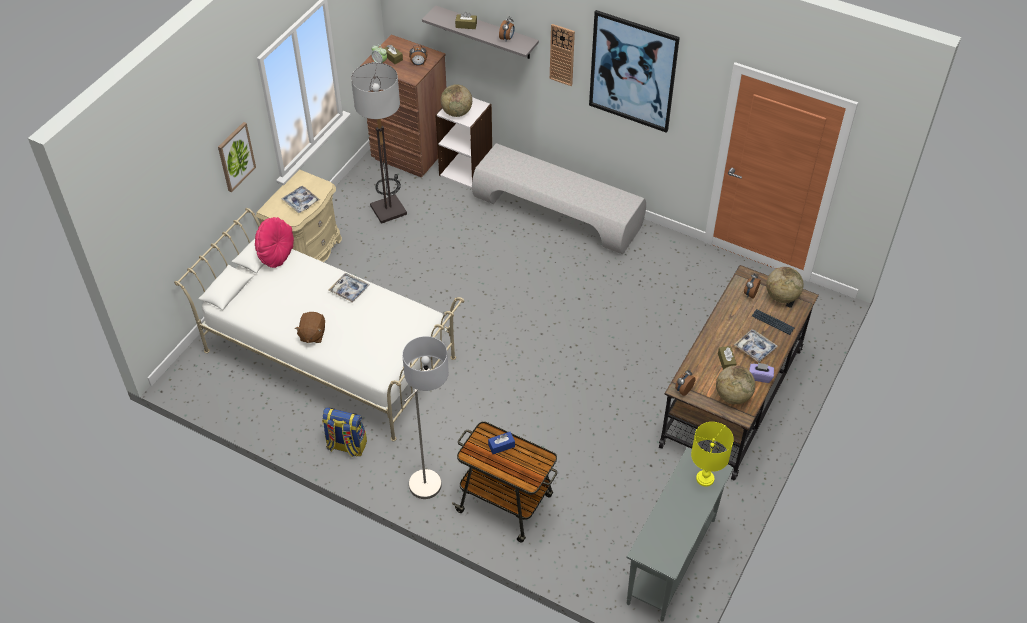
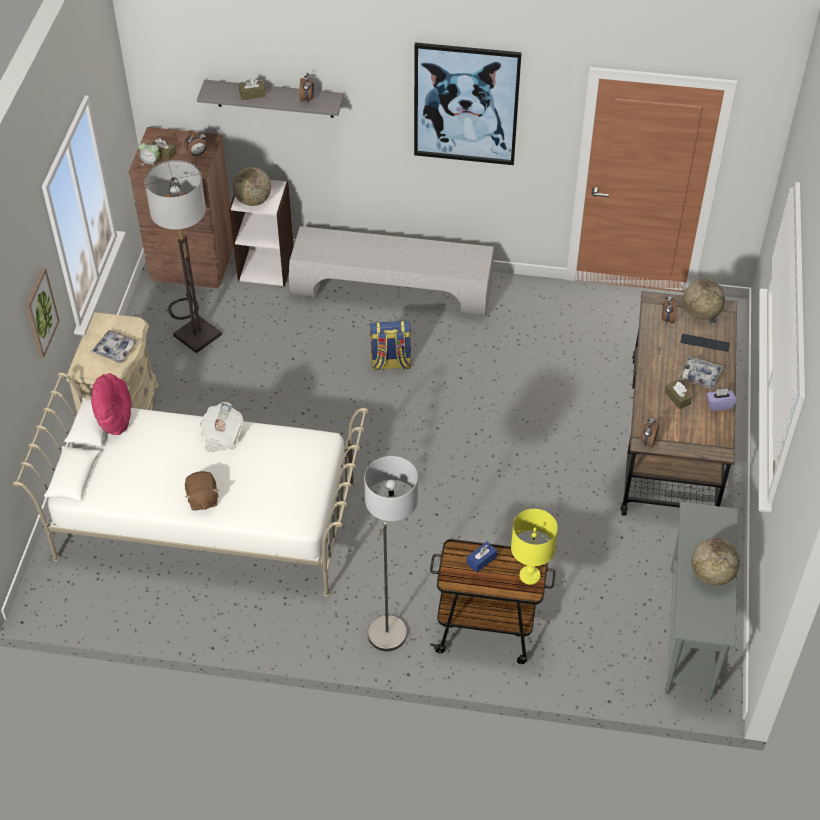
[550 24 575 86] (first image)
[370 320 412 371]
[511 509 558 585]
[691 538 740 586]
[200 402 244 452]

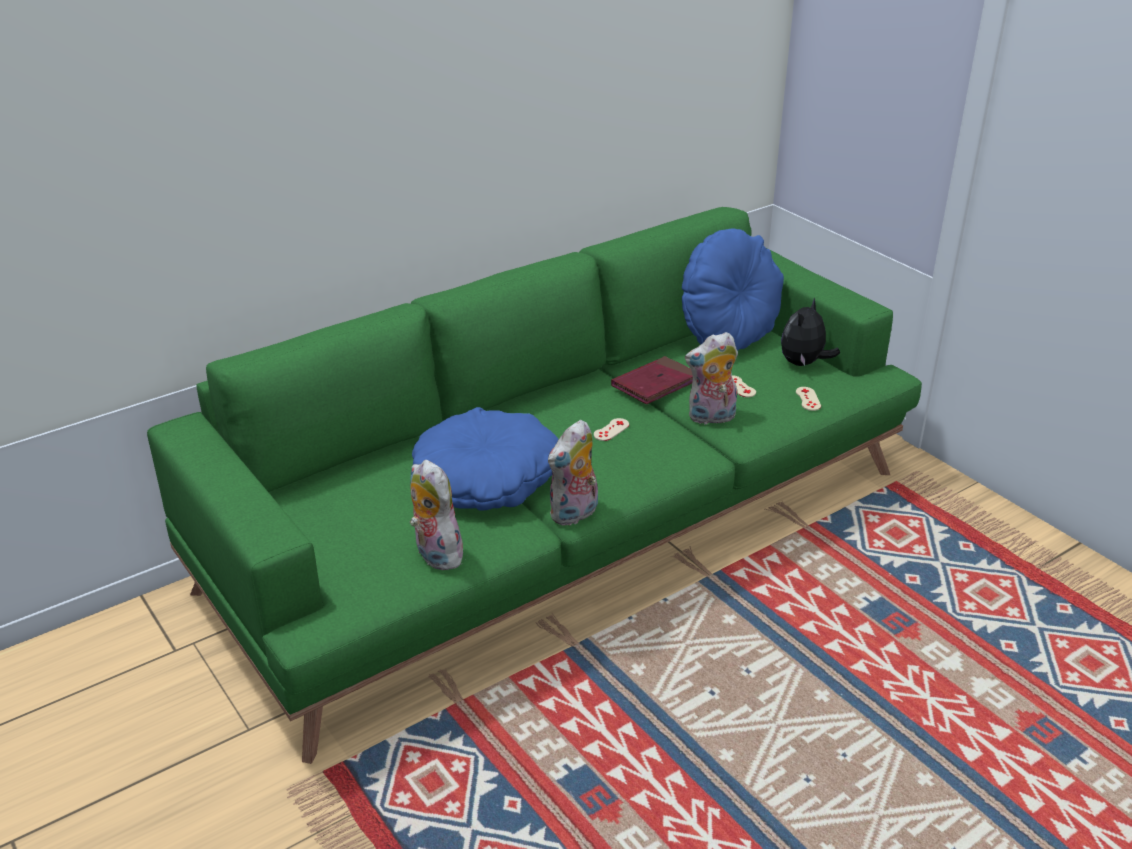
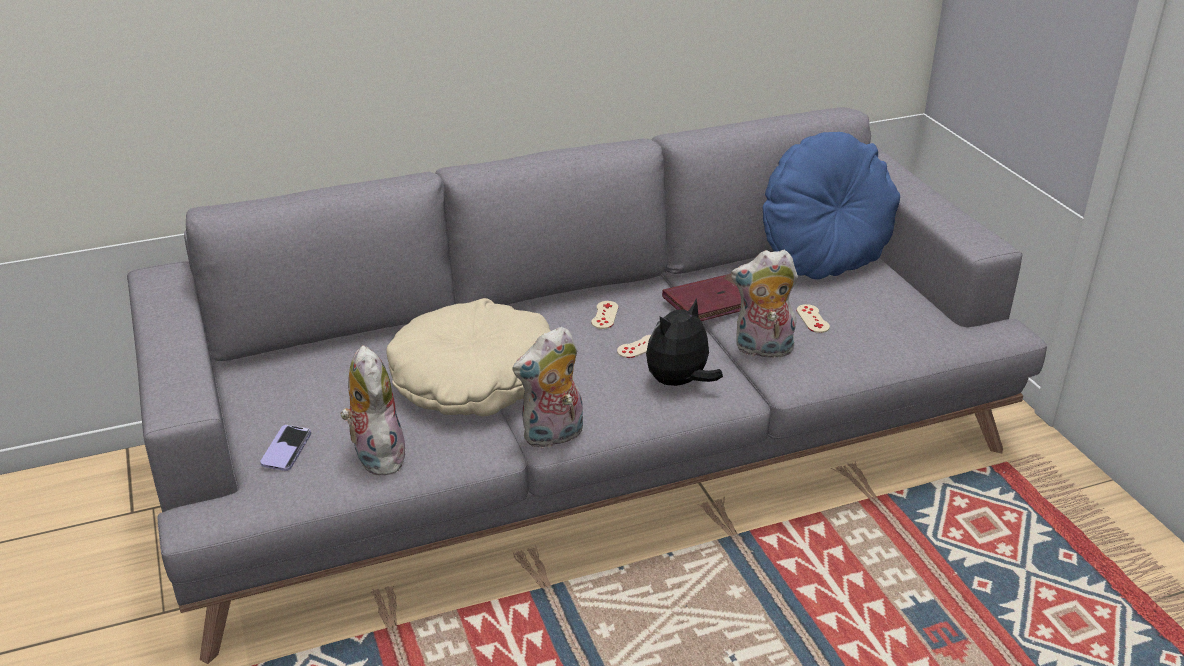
[260 425 311 471]
[646 298 723 386]
[591 301 618 329]
[127 107 1047 664]
[386 298 550 416]

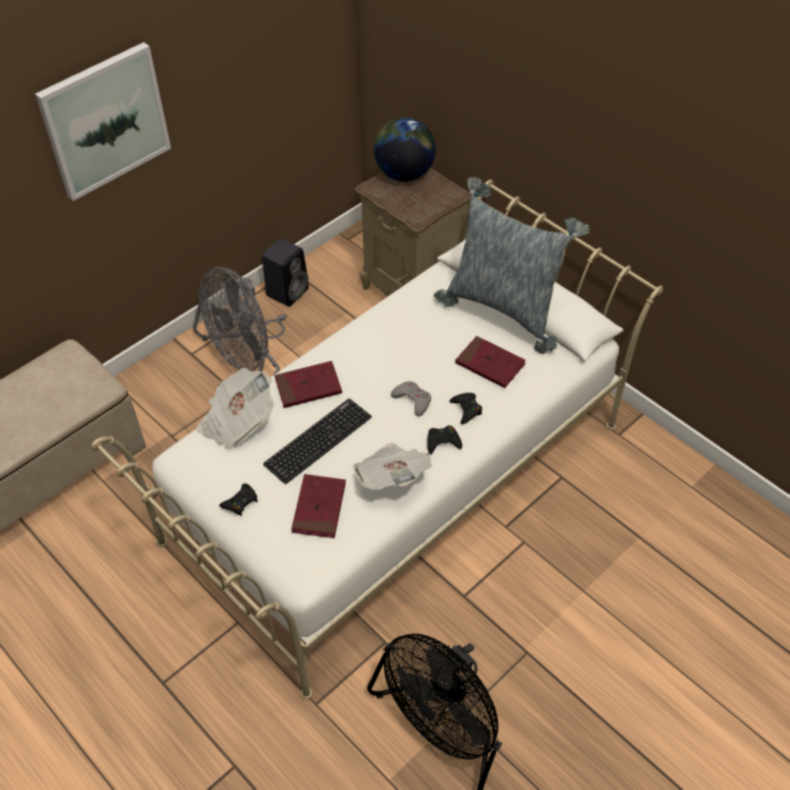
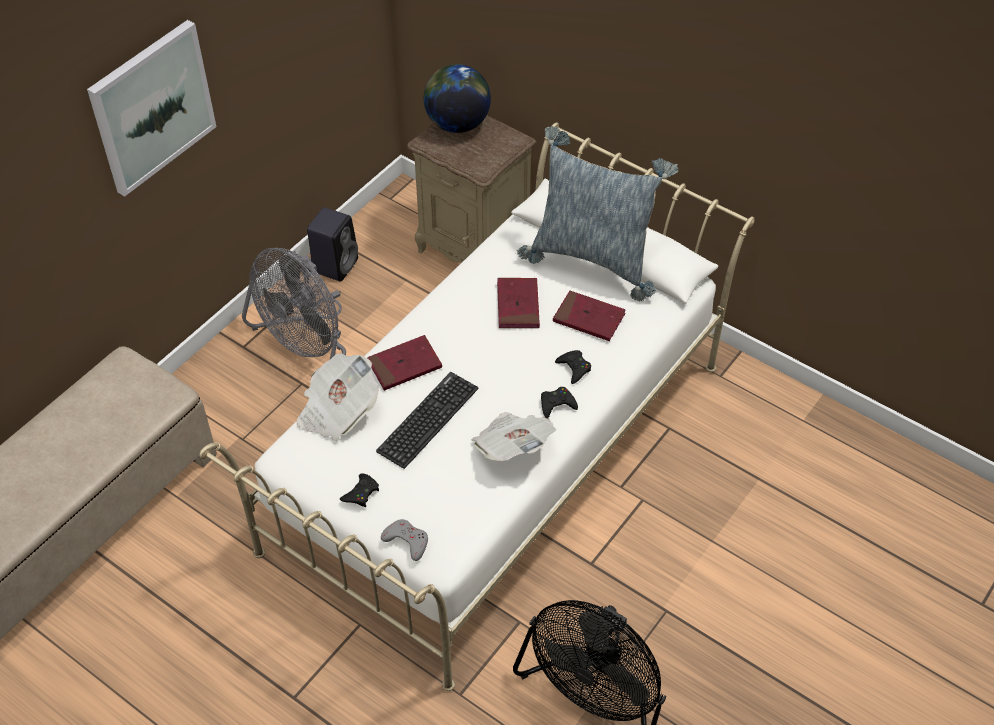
[497 278 540 328]
[381 519 428 561]

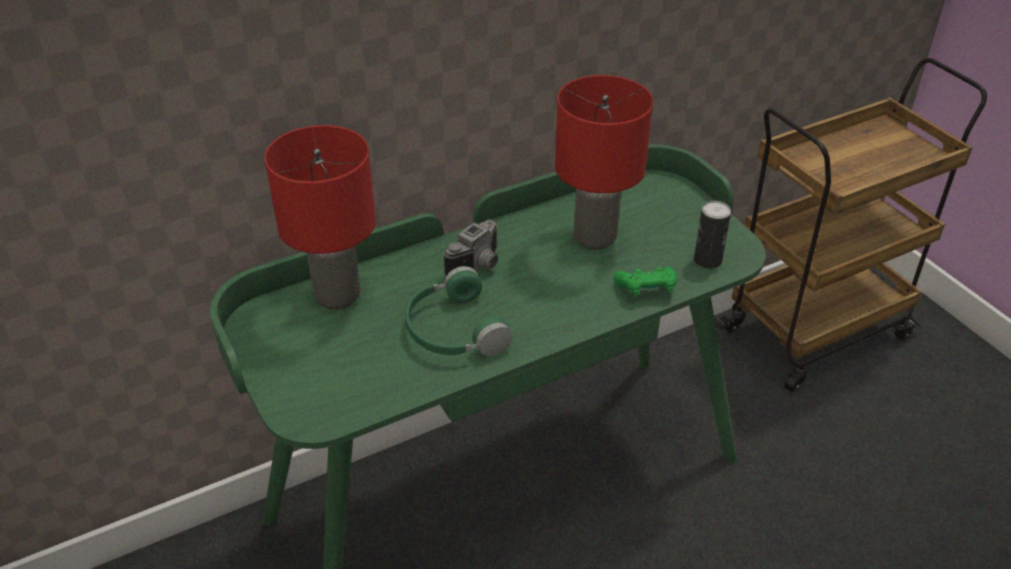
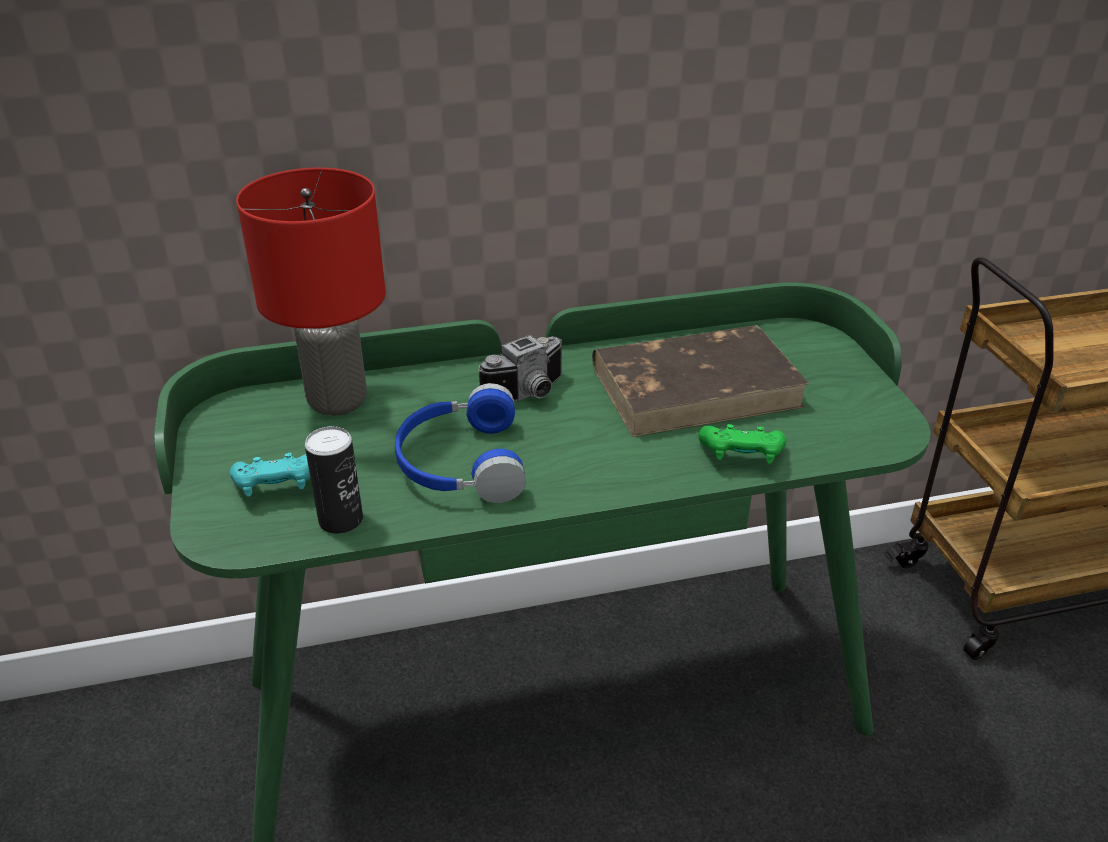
[230 453 310 497]
[305 426 363 534]
[592 325 809 437]
[395 383 526 503]

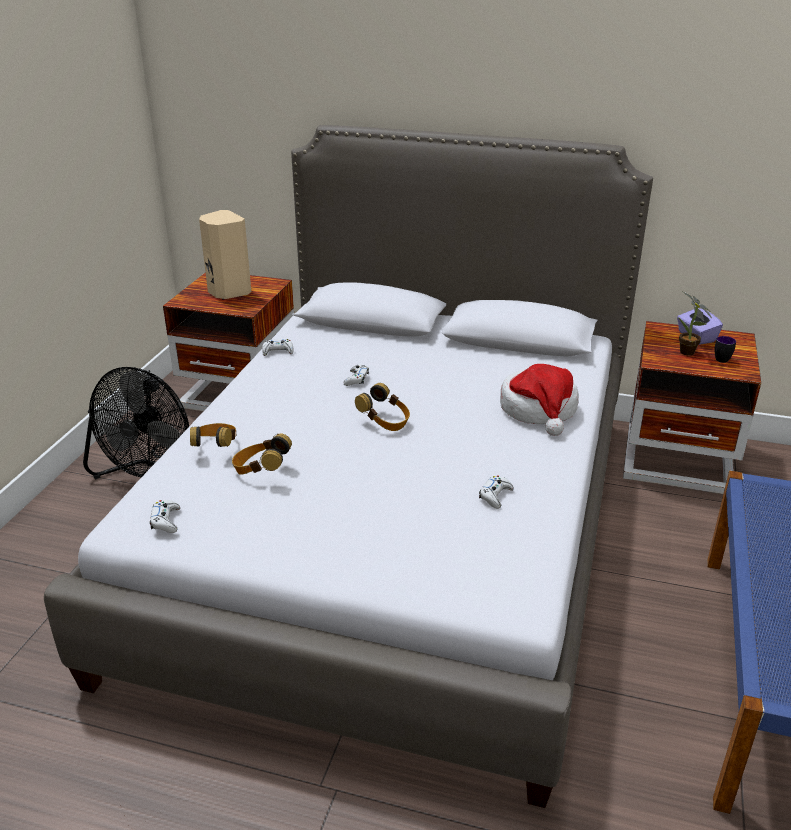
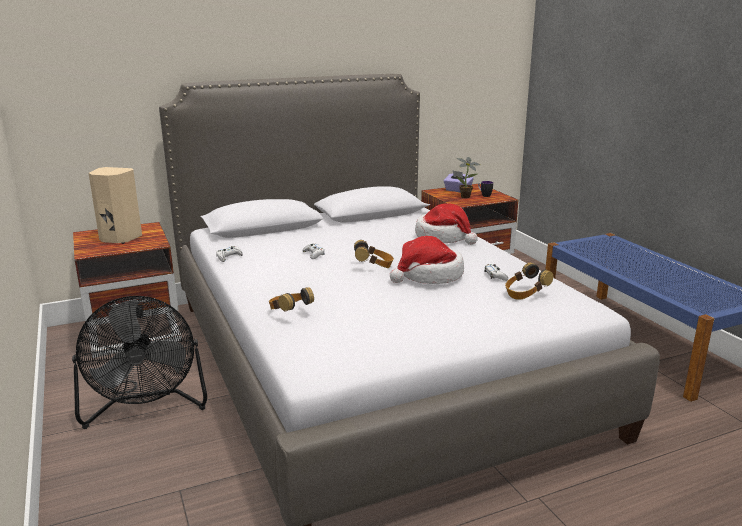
[150 500 181 533] (first image)
[390 236 464 284]
[505 262 553 300]

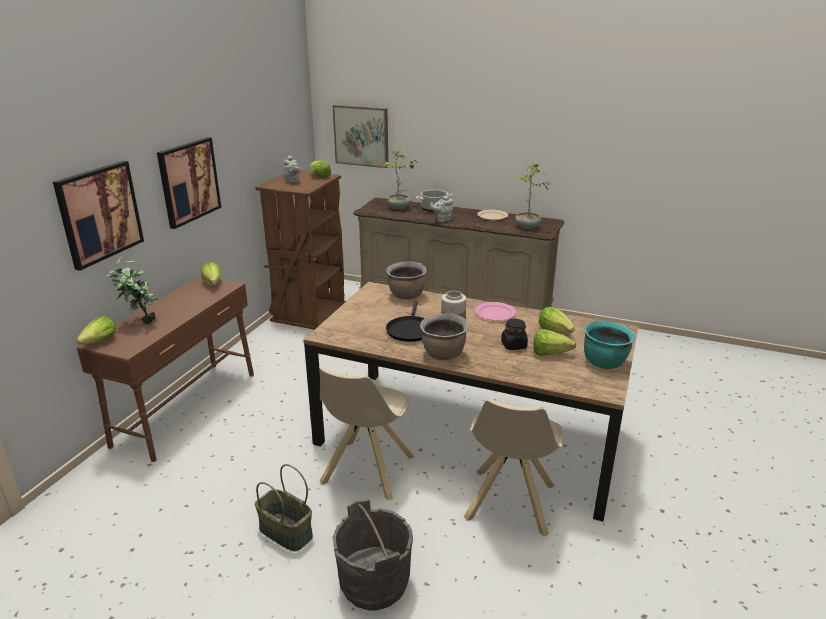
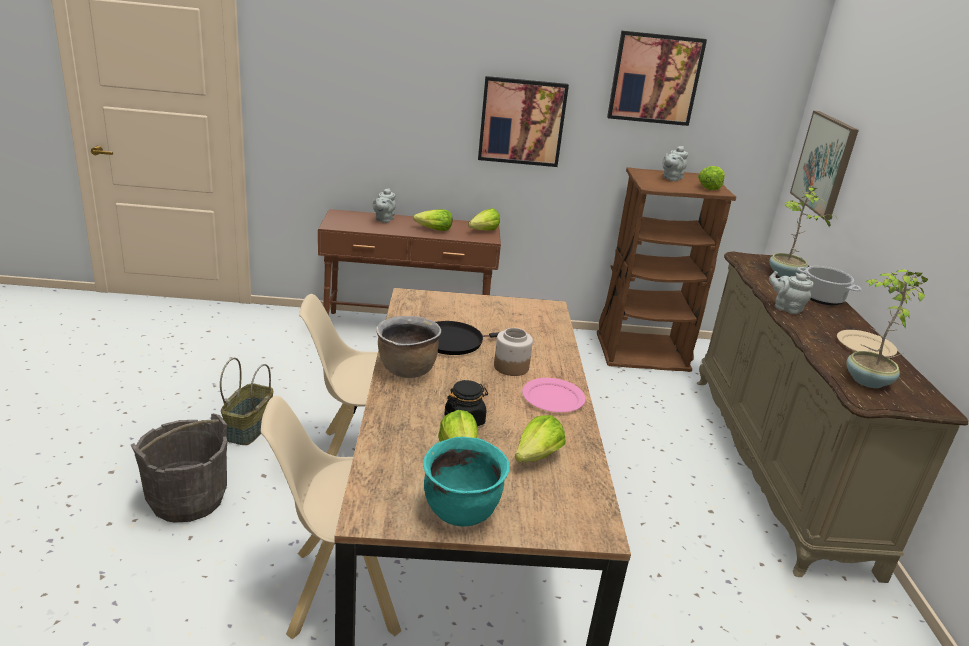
[386 261 427 299] (first image)
[607 31 707 126]
[413 209 453 231]
[373 188 396 223]

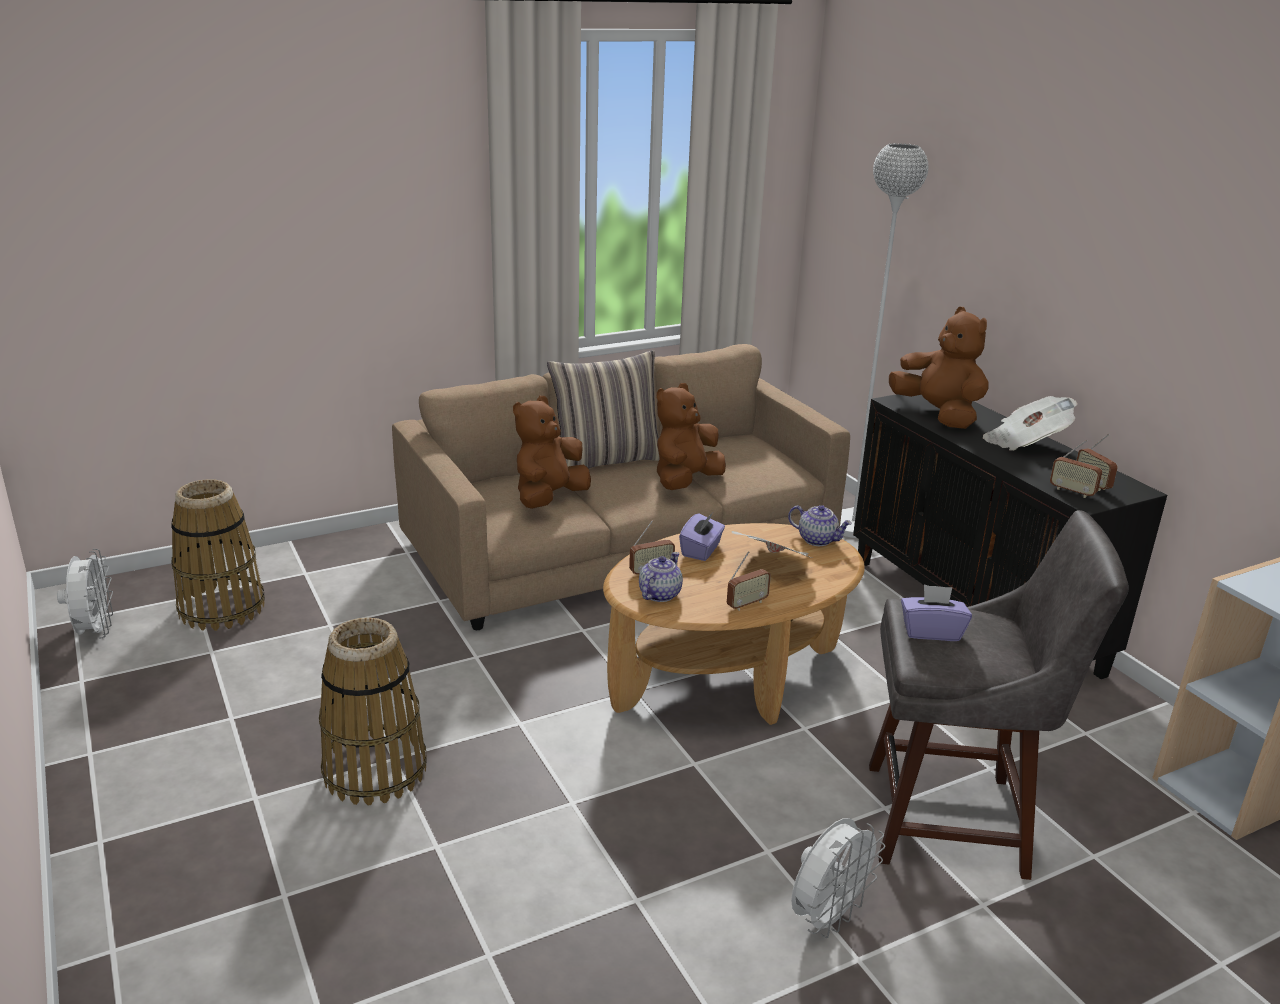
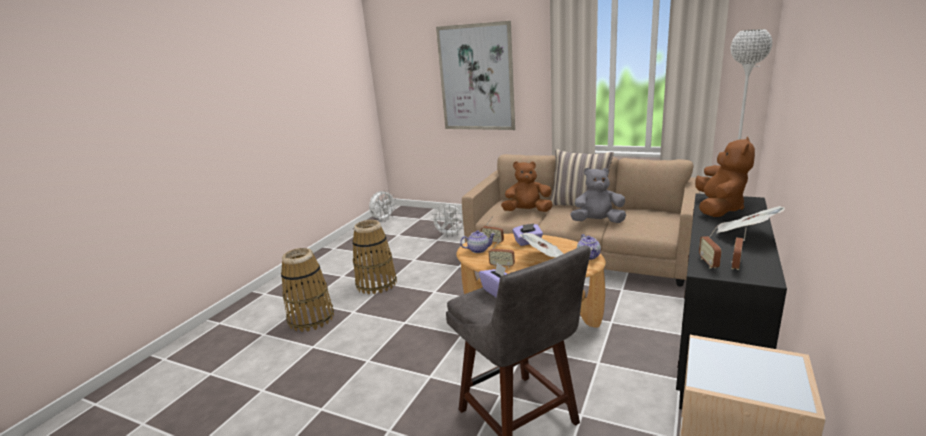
[436 21 515 130]
[281 248 334 332]
[431 204 464 237]
[570 168 626 223]

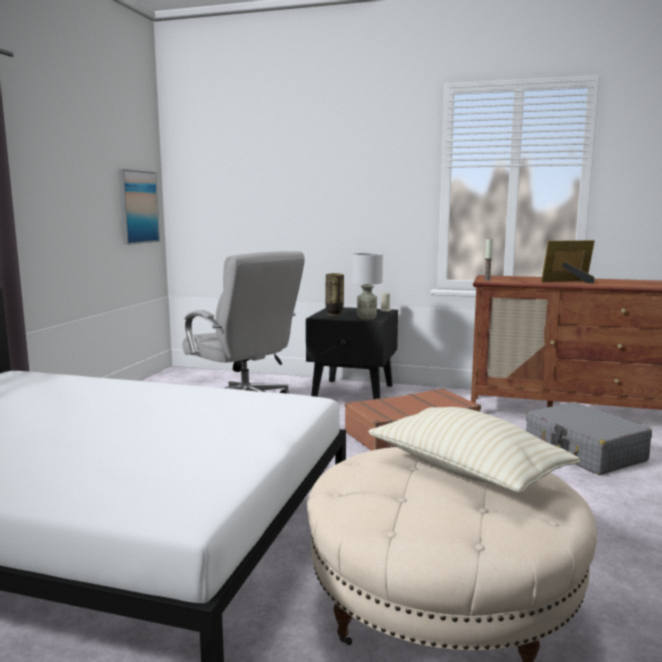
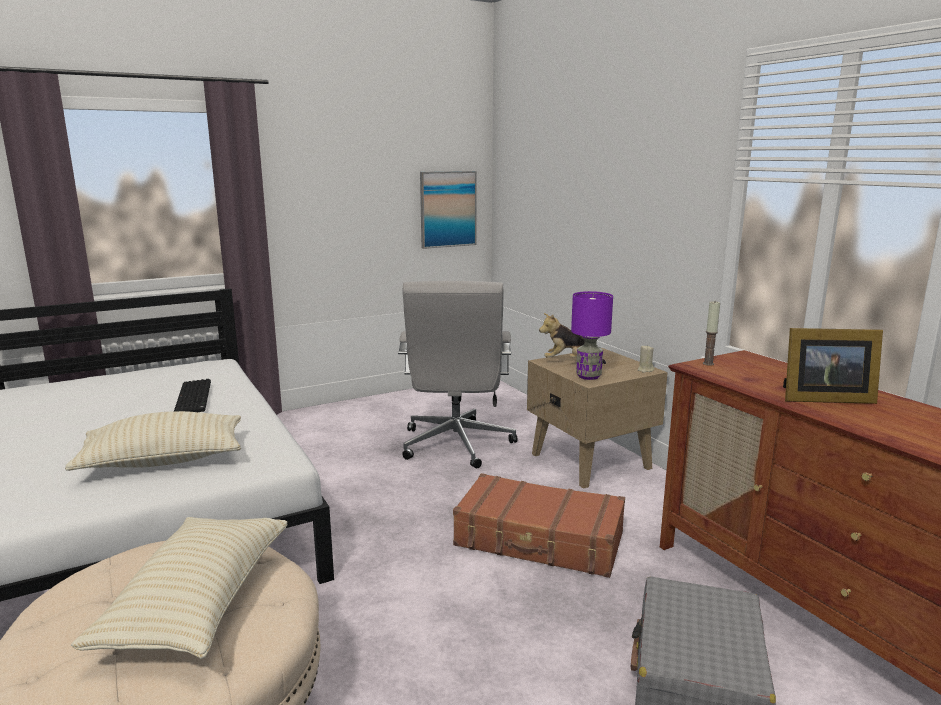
[65 411 241 471]
[174 379 211 412]
[539 313 606 364]
[527 348 668 489]
[571 291 613 380]
[783 328 883 404]

